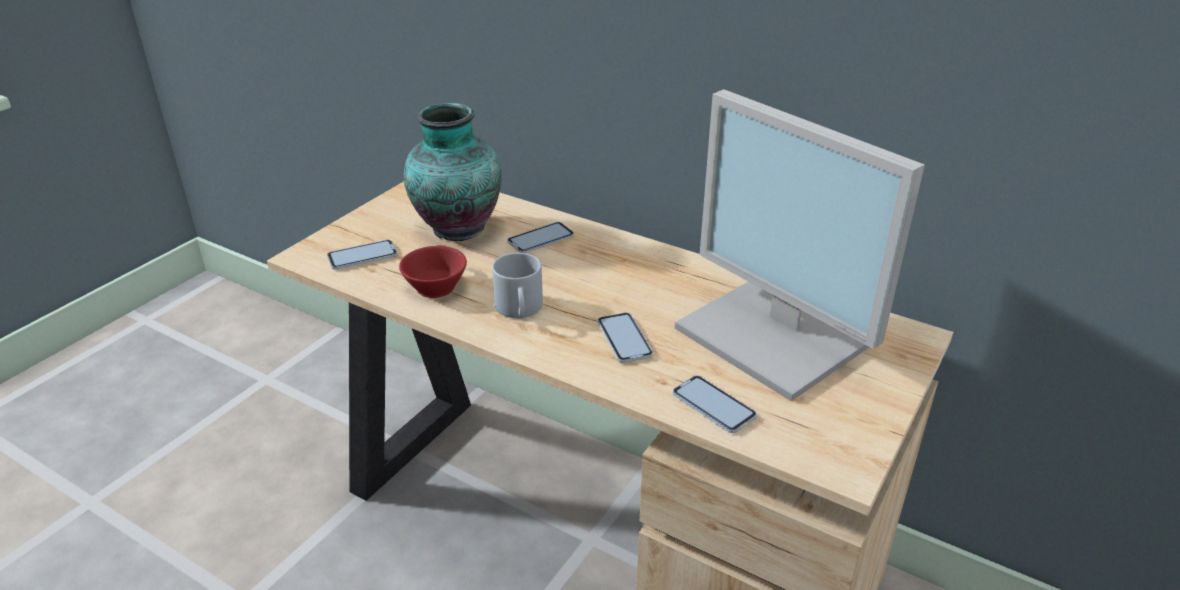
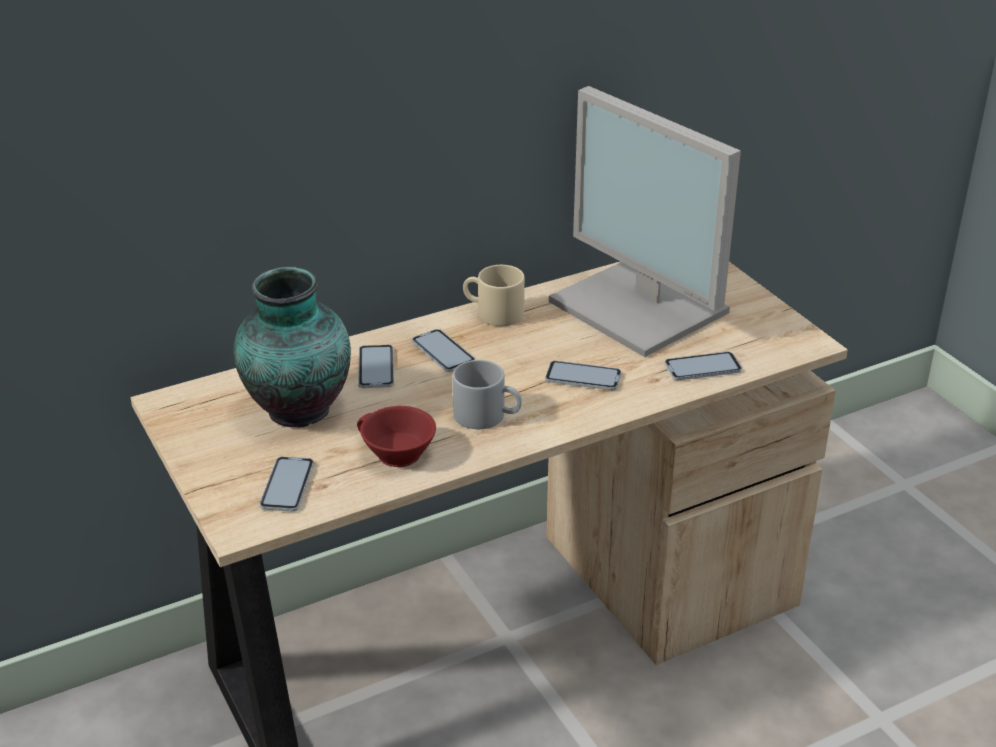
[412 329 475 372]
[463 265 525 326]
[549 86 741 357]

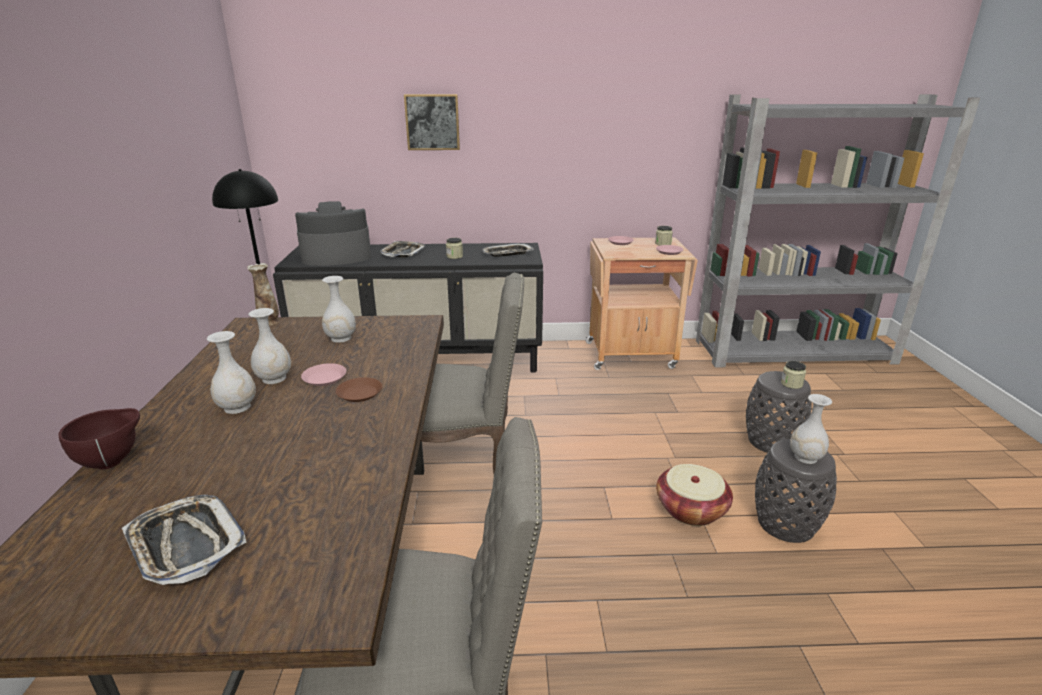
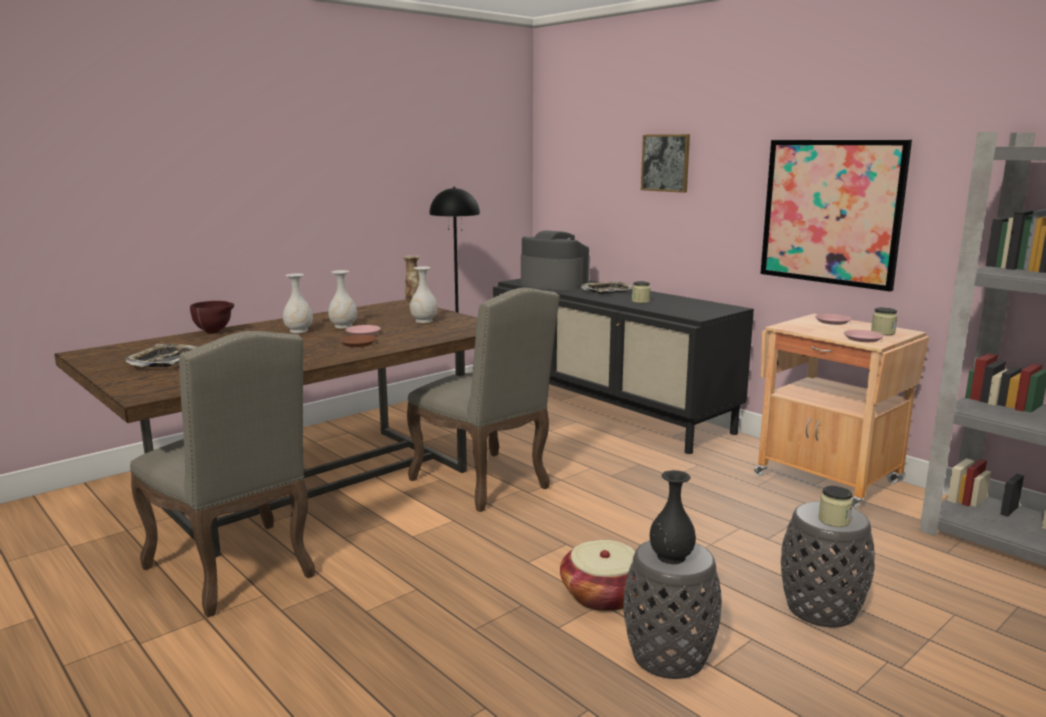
[482 243 534 257] (first image)
[760 140 912 291]
[650 470 696 564]

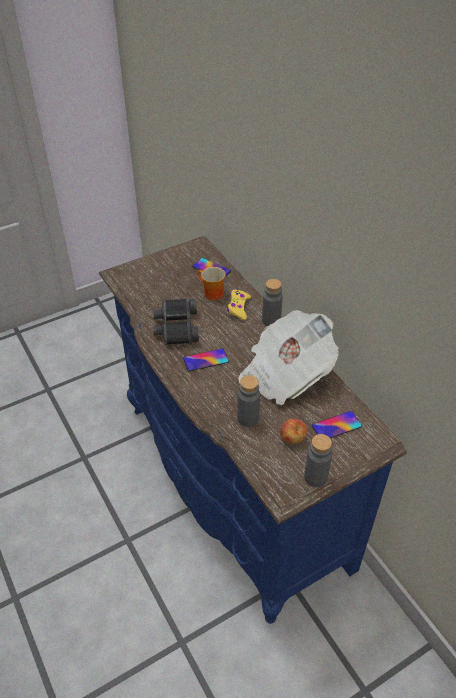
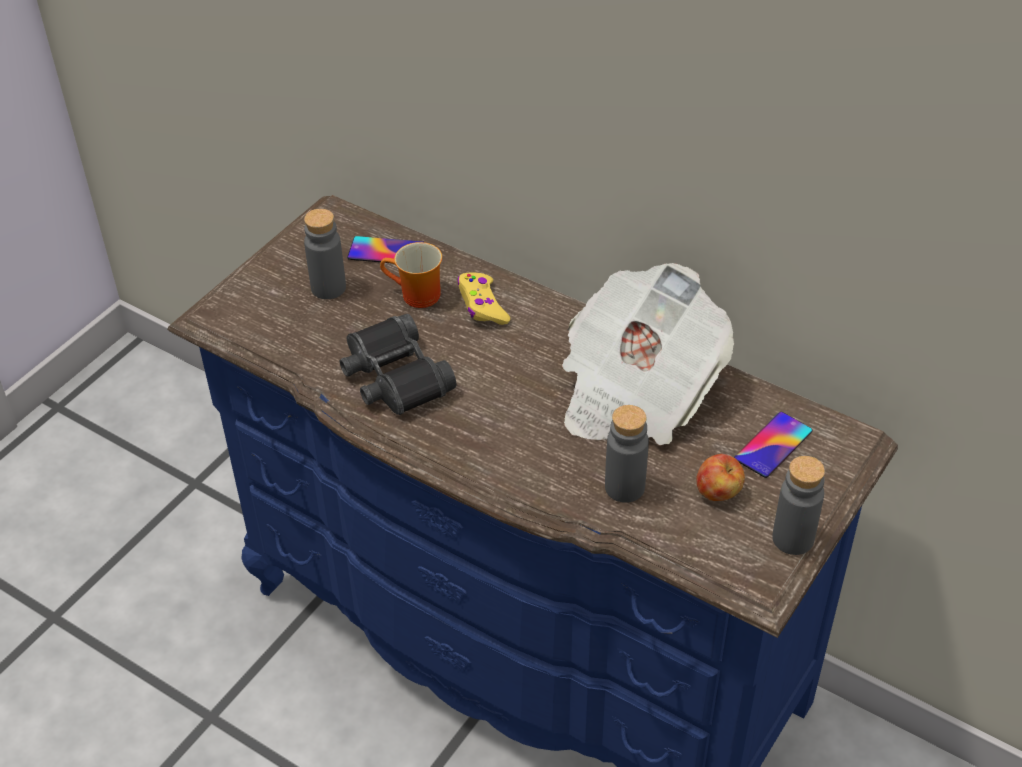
[183 348 229 371] (first image)
[304 209 346 299]

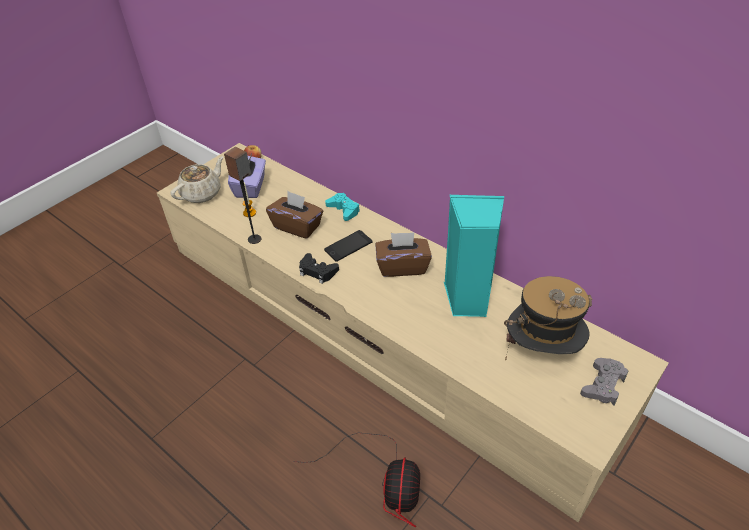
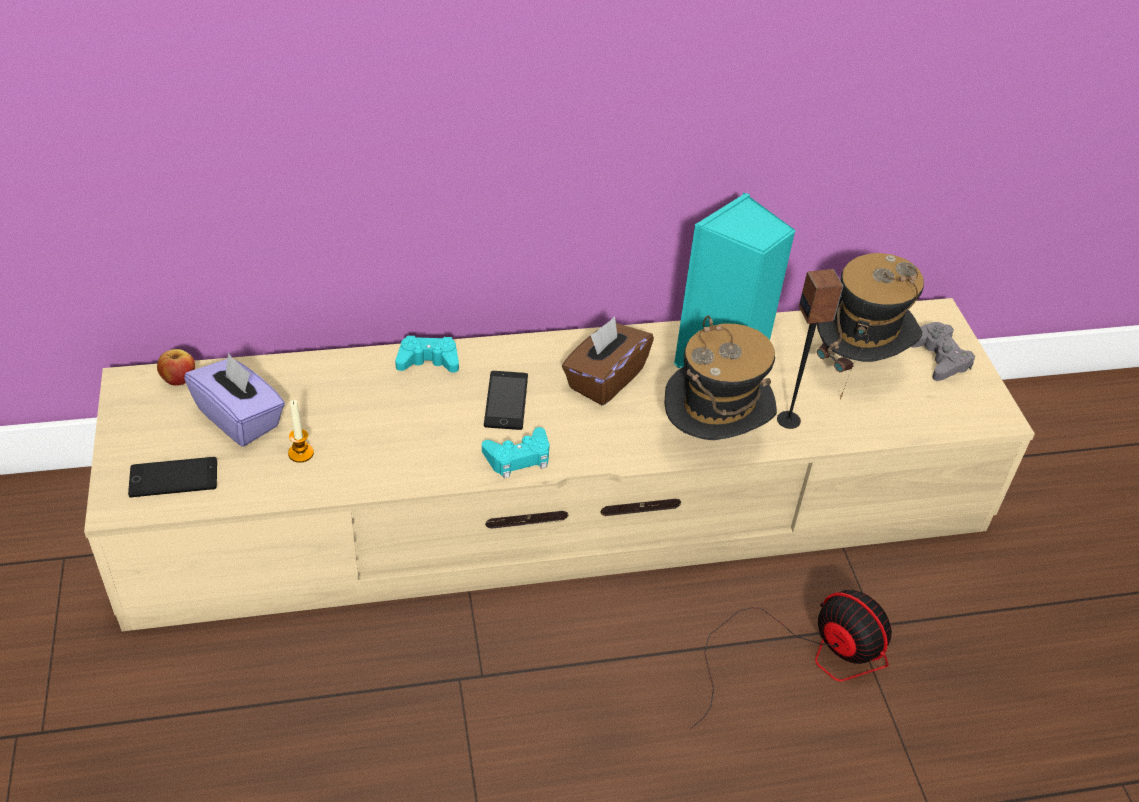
[266 190 323 239] (first image)
[664 316 777 440]
[777 269 843 429]
[128 457 217 498]
[482 427 549 478]

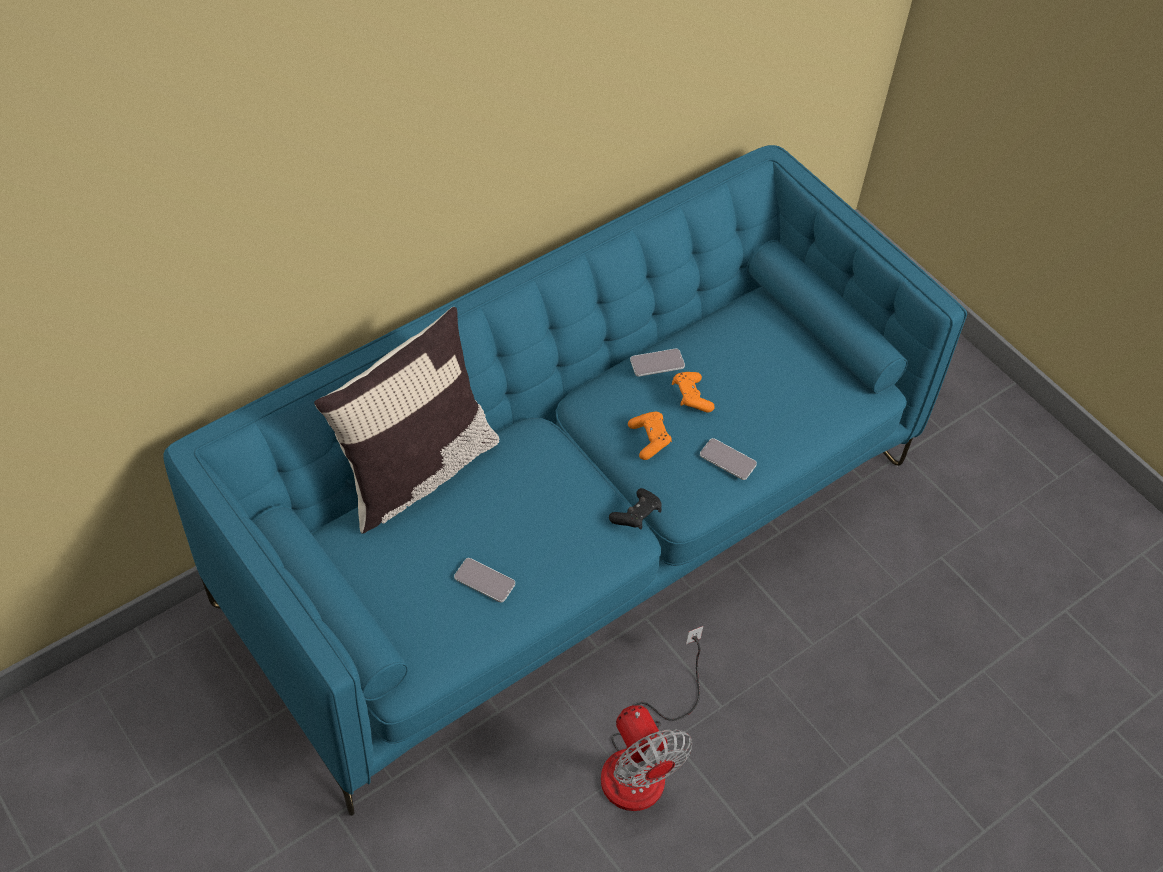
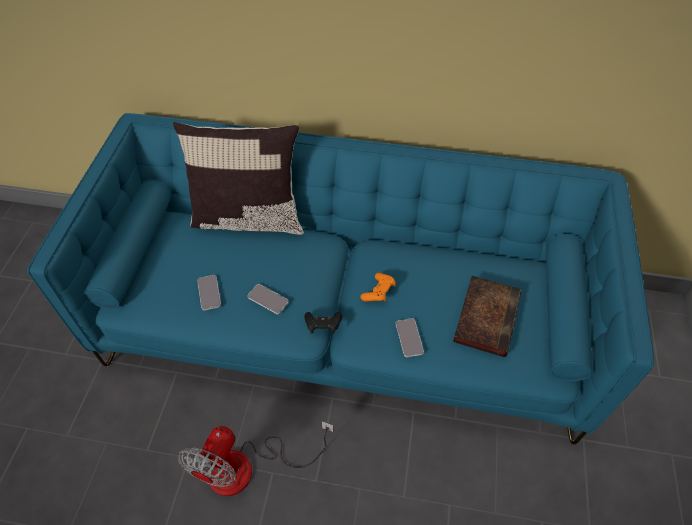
[672 372 715 413] (first image)
[453 276 521 357]
[247 284 289 314]

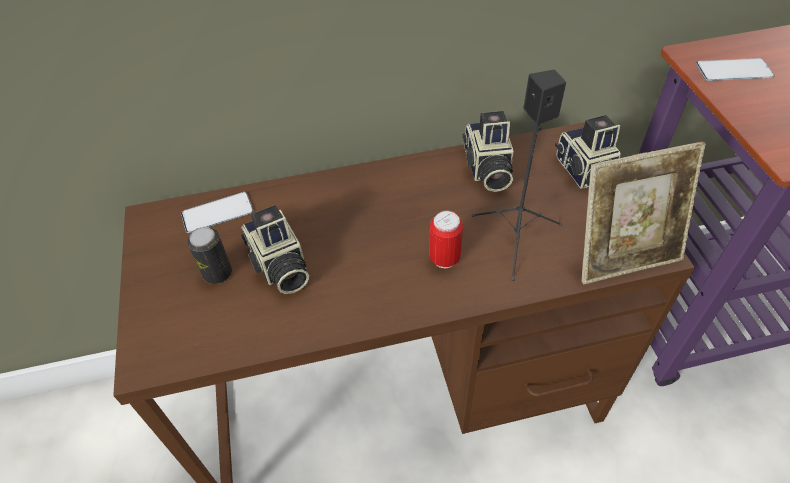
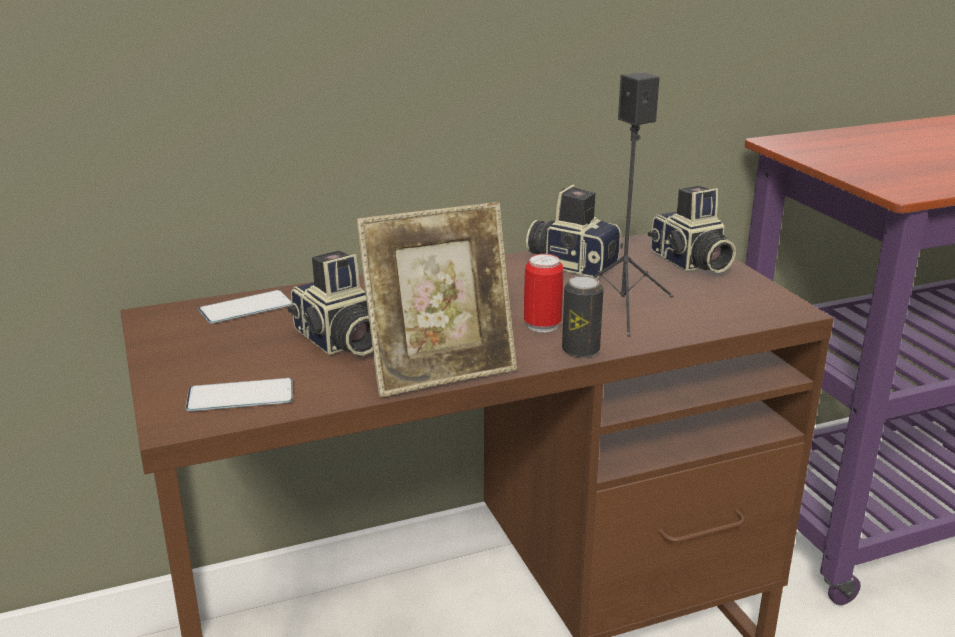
[562 275 604 358]
[356 202 517 397]
[185 378 293 412]
[526 185 623 278]

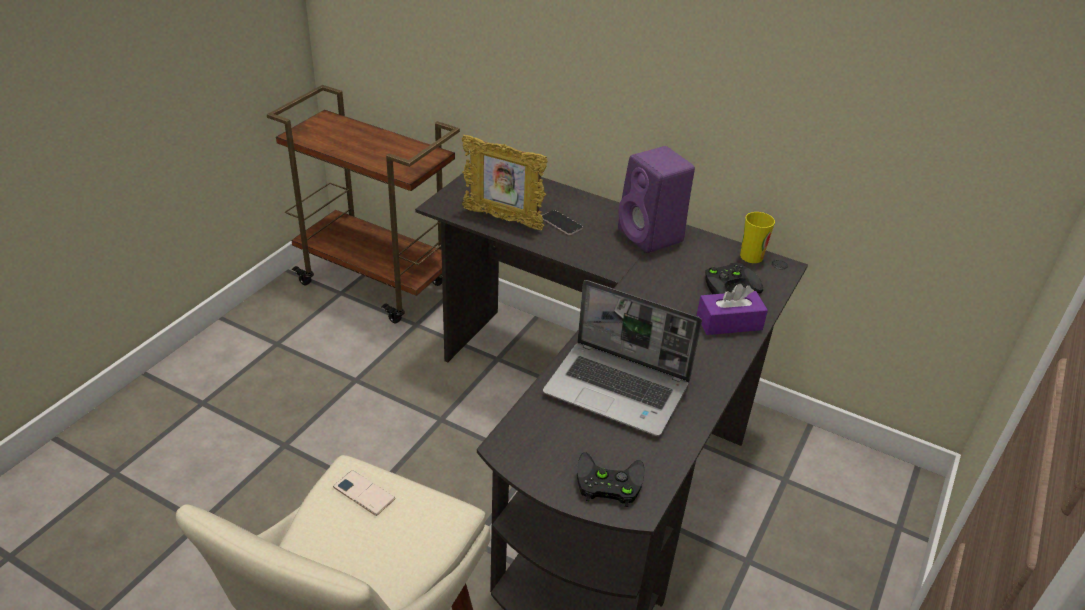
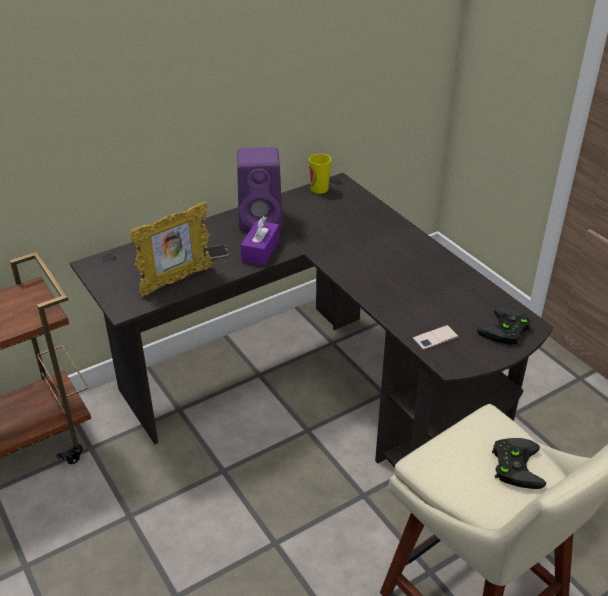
[543 280 702 436] (first image)
[412 325 459 350]
[241 216 280 266]
[492 438 546 489]

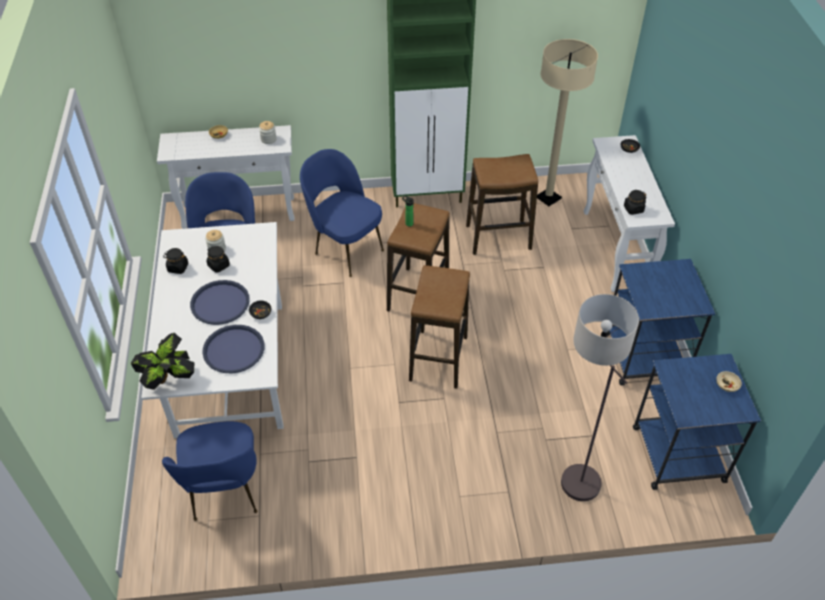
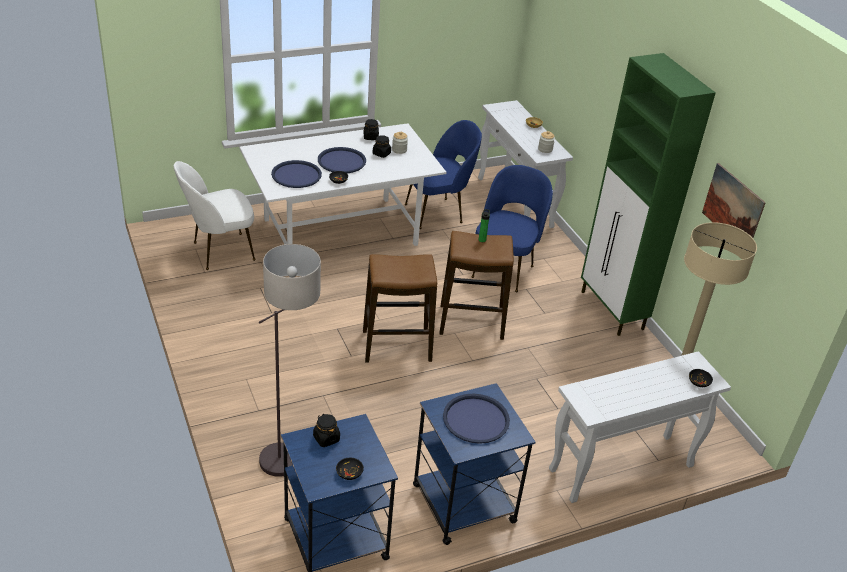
[131 333 194 390] (first image)
[466 154 538 255] (first image)
[443 394 510 444]
[702 163 766 238]
[313 414 340 447]
[173 161 255 270]
[336 458 364 480]

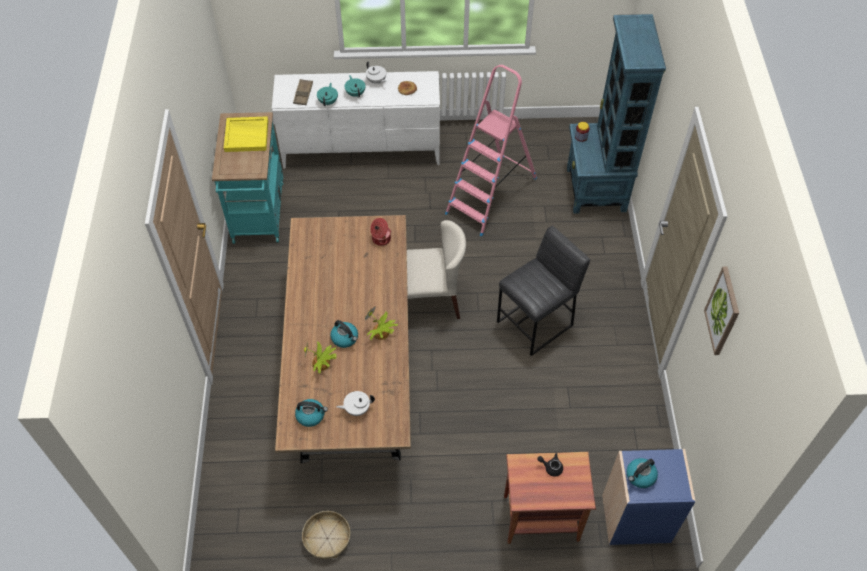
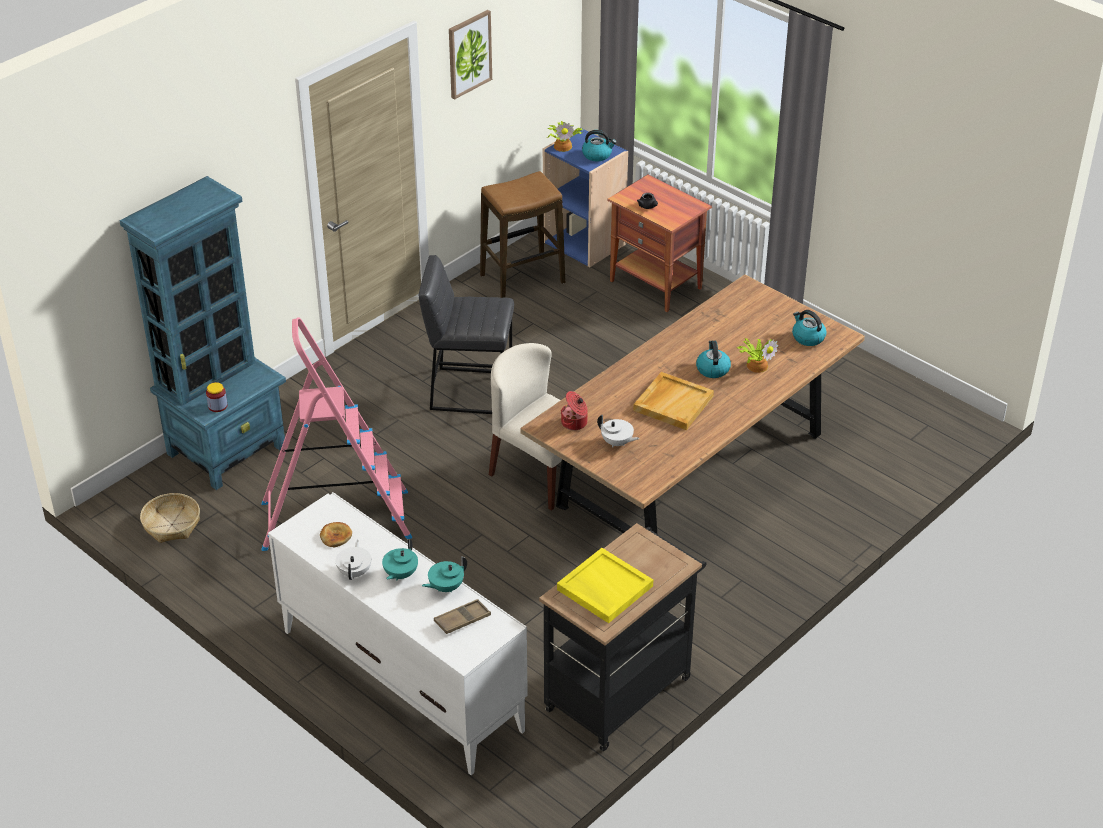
[480 171 565 298]
[633 372 714 430]
[140 493 200 543]
[597 415 640 448]
[546 121 583 152]
[539 523 707 751]

